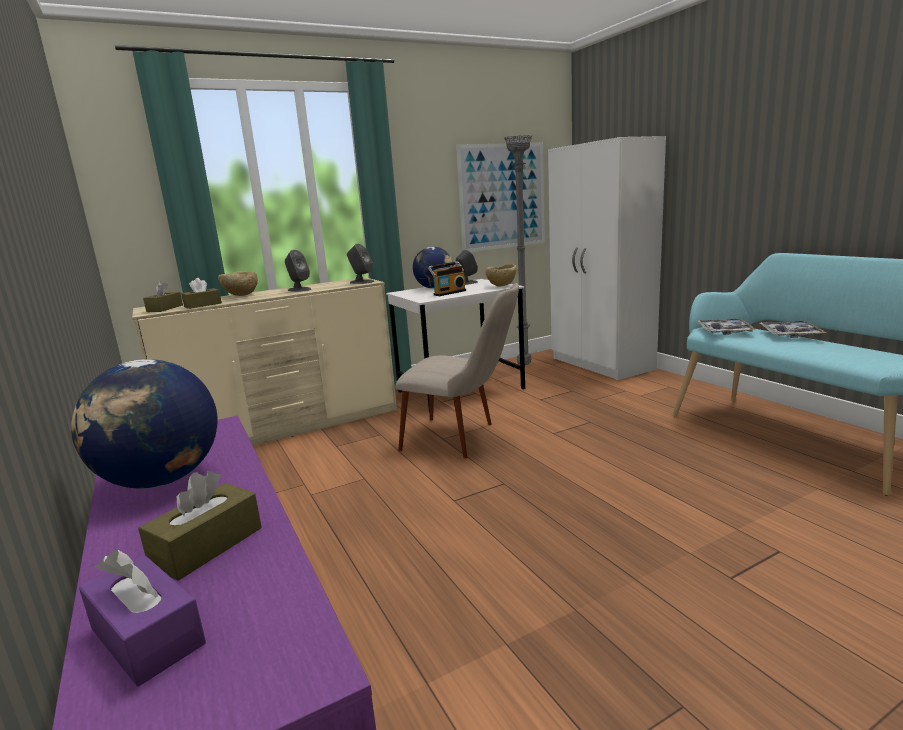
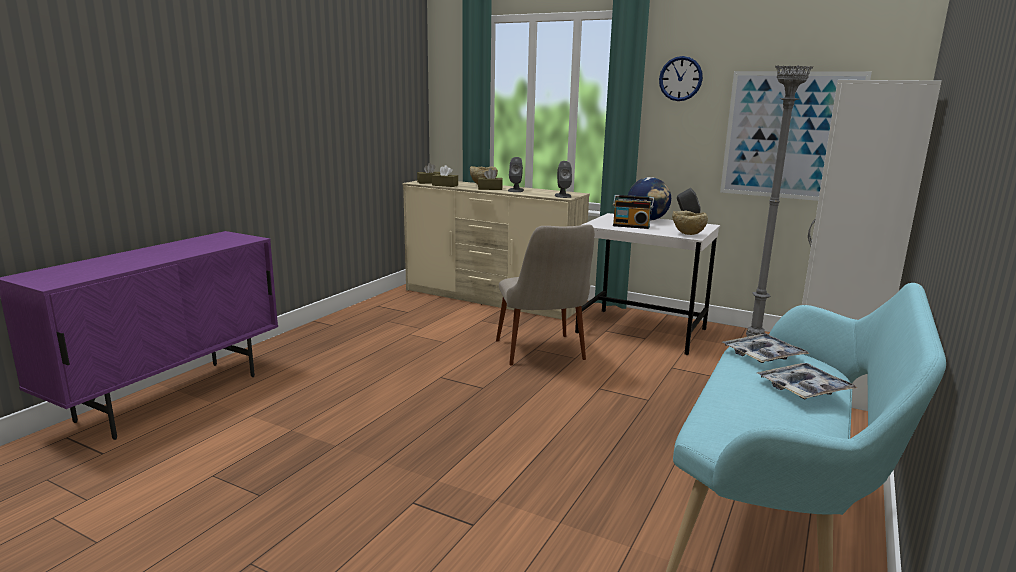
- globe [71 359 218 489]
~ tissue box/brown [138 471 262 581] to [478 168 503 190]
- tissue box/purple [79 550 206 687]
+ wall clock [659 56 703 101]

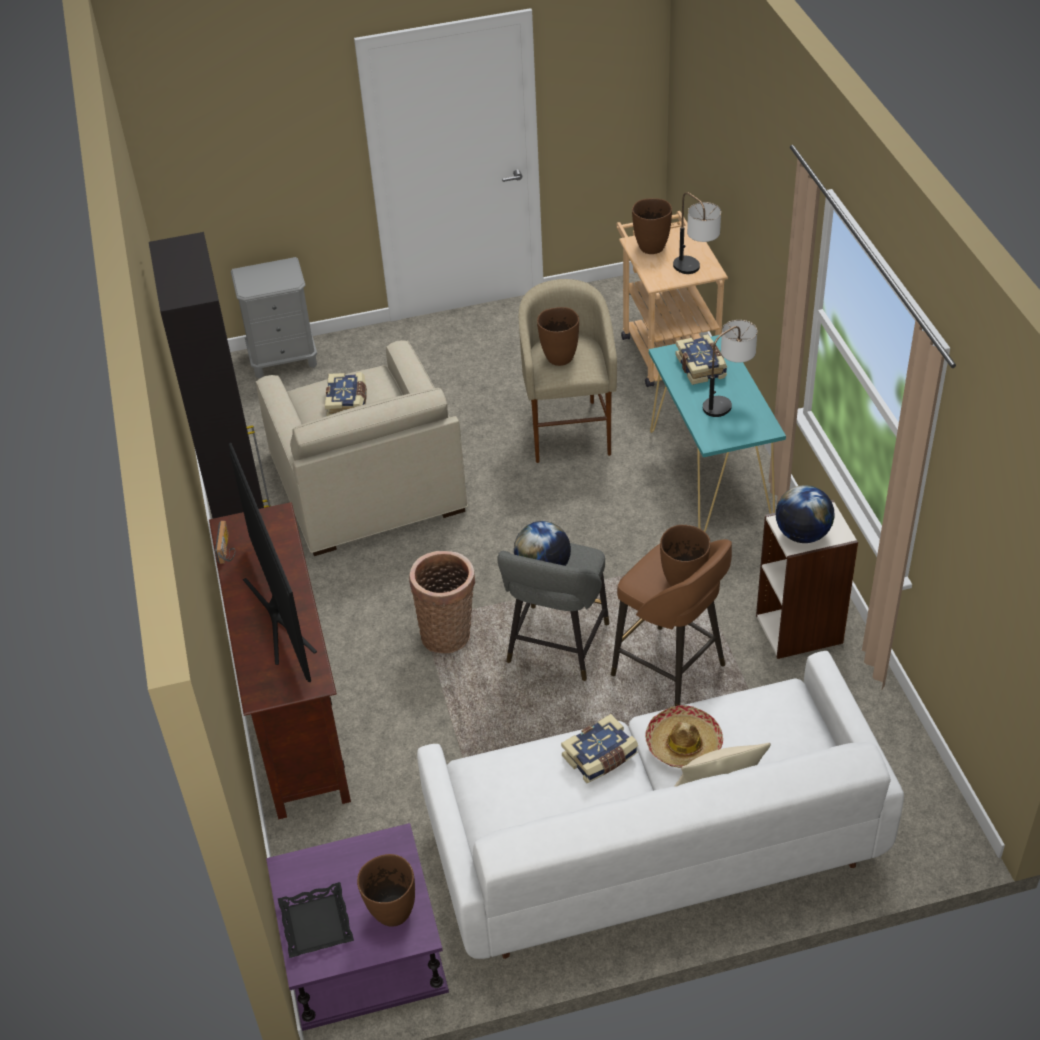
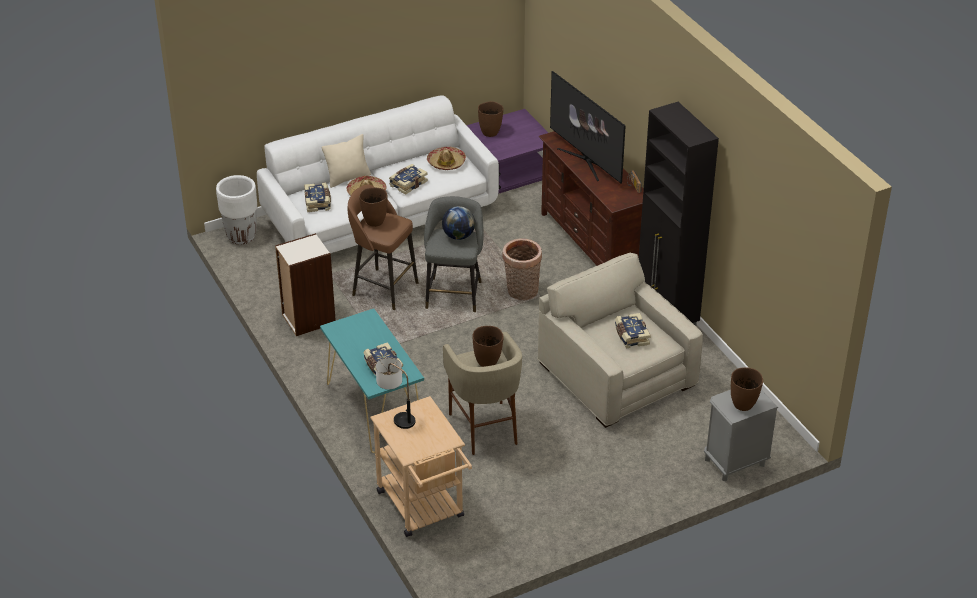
~ vase/brown [632 198 672 254] to [731 367 763 411]
- table lamp [703 320 757 417]
- globe [776 485 834 543]
- tray/black [278 882 354 958]
+ hat [427 147 466 170]
+ planter/white [216 175 257 245]
+ book [304 182 331 212]

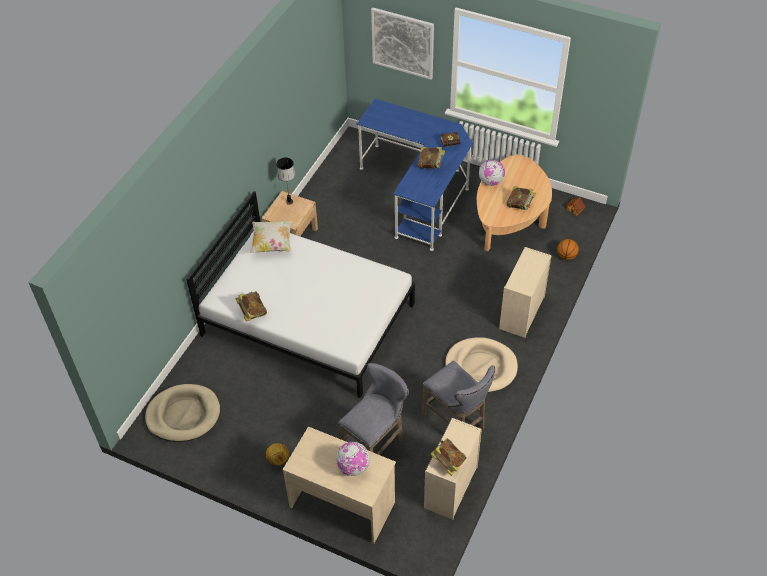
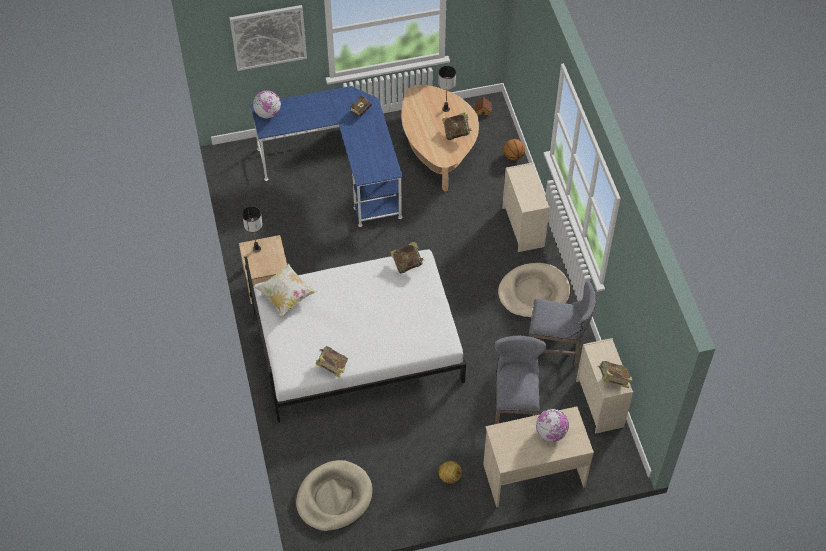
~ book [417 147 445 169] to [390 242 424 274]
~ globe [479 160 505 186] to [253 90 281 119]
+ table lamp [438 66 456 112]

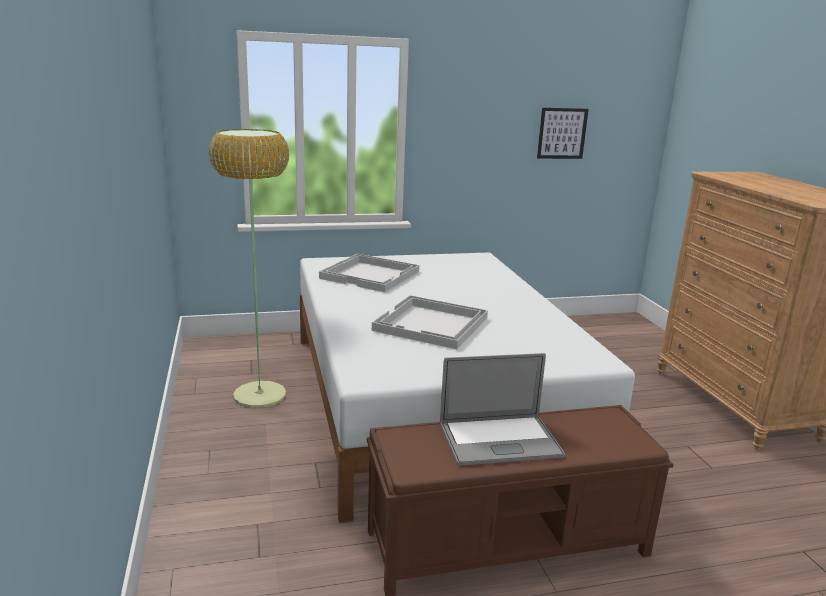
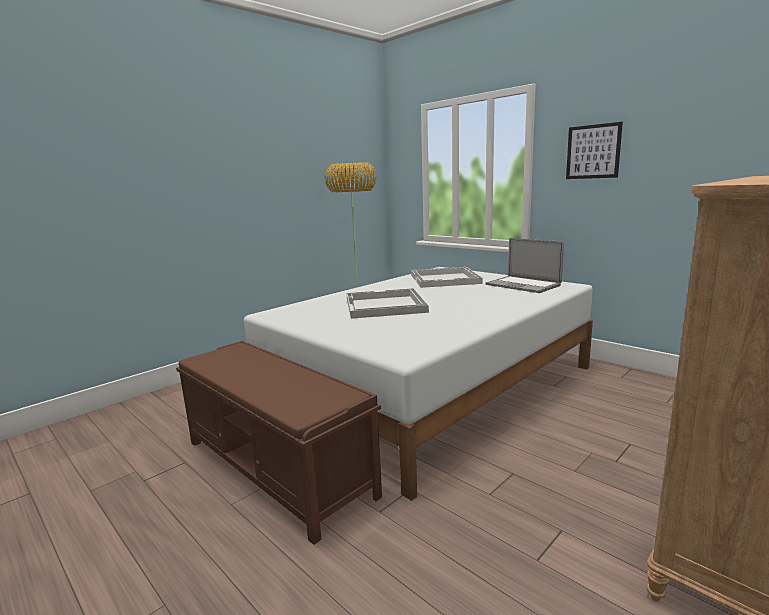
~ picture [537 108 589 159] to [566 122 623 179]
~ laptop [440 353 565 466] to [485 238 564 293]

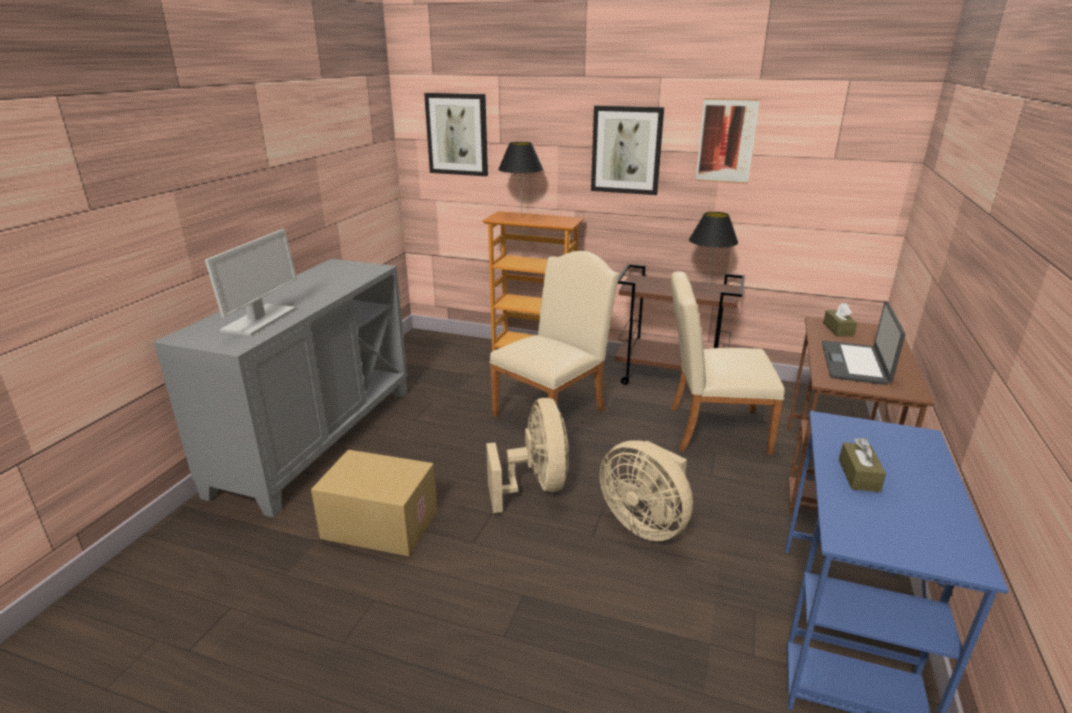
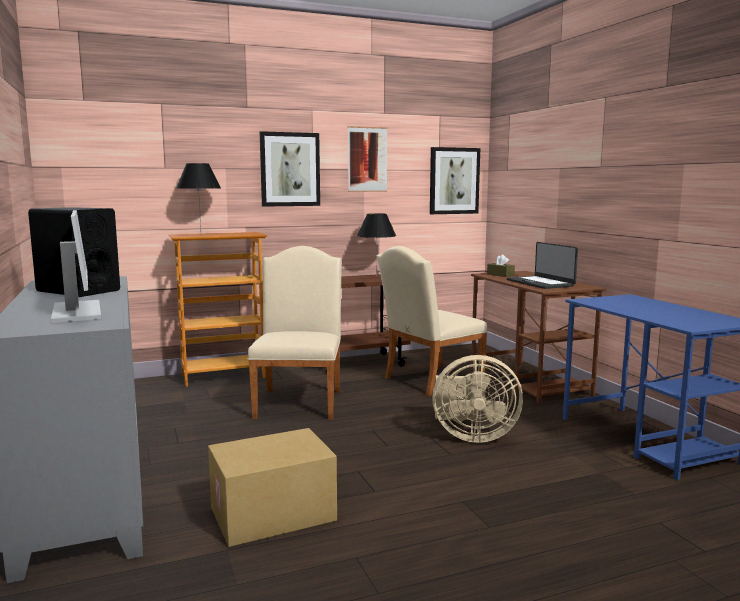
~ picture [424 93 488 176] to [430 147 480 214]
- fan/beige [486 398 569 513]
- tissue box/brown [839 438 886 492]
+ speaker/black [28 207 120 297]

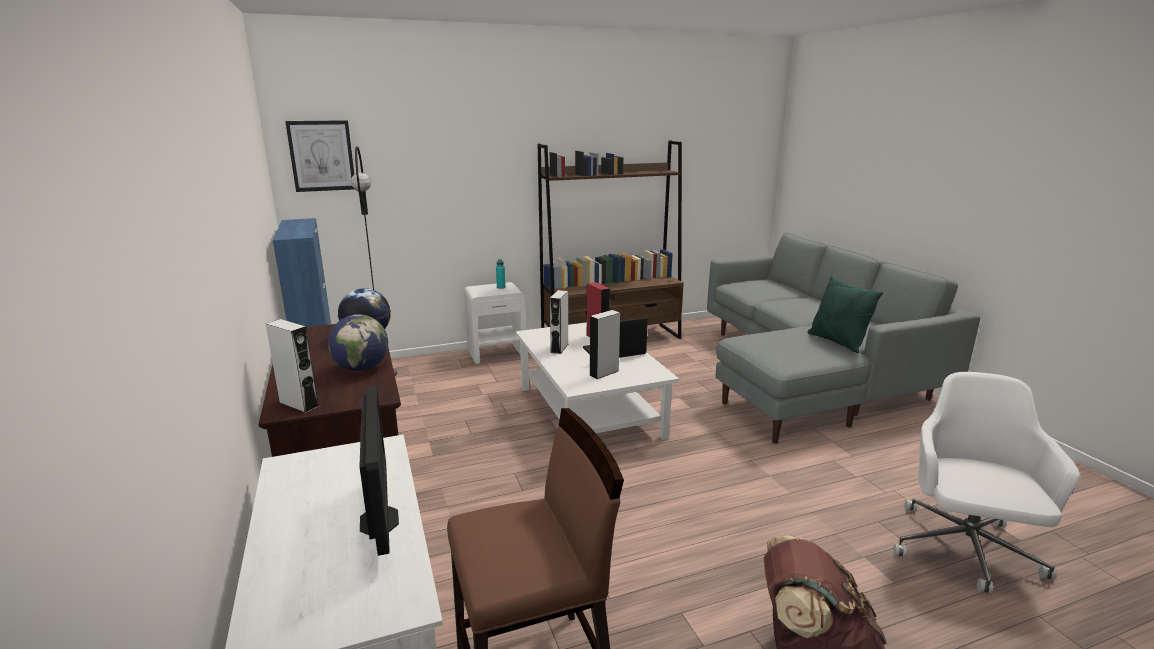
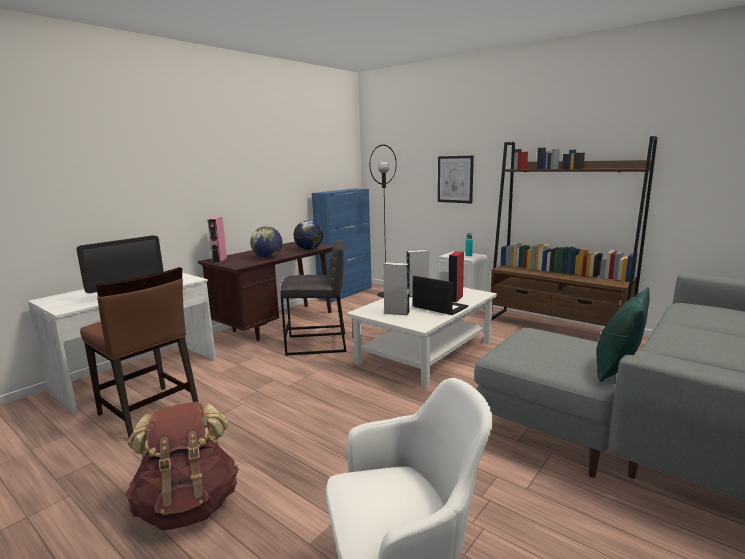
~ picture [285 120 354 192] to [438 156 474 204]
~ speaker/grey [266 319 320 413] to speaker/pink [207 217 227 263]
+ stool/grey [280 240 347 356]

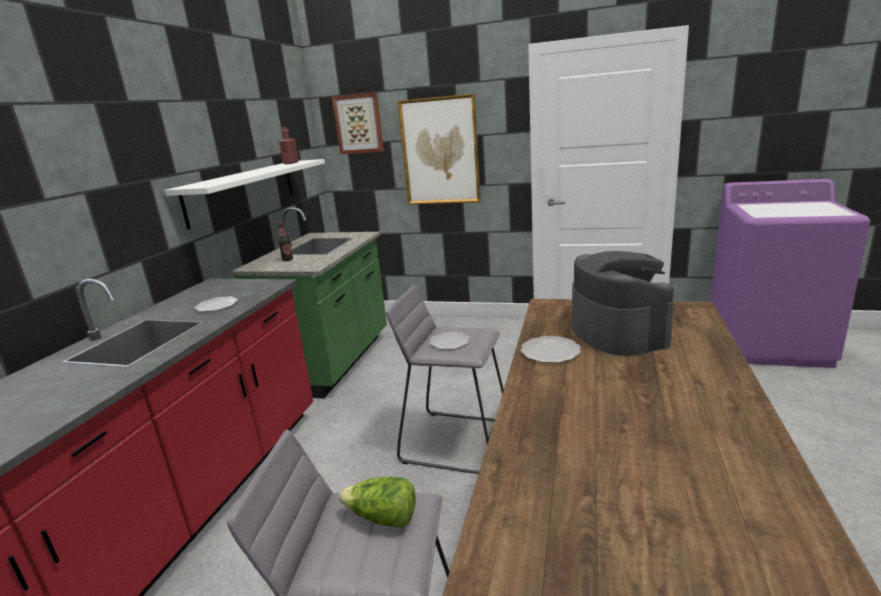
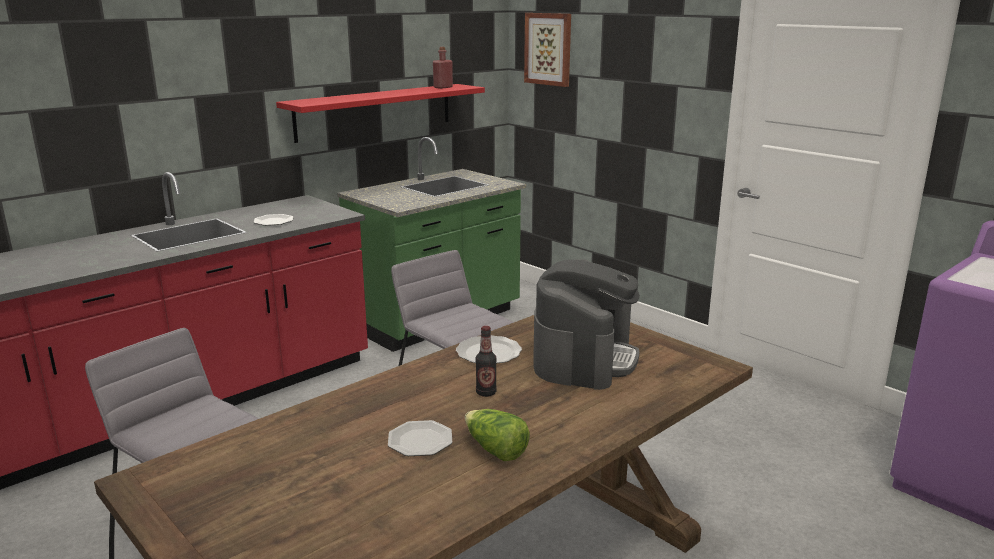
- picture [397 94 481 205]
~ shelf/white [165 159 325 229] to shelf/red [276 84 485 143]
~ bottle [278 222 293 261] to [476 326 497 397]
~ plate [430 332 470 350] to [388 420 452 456]
~ lettuce [339 477 416 528] to [465 409 530 461]

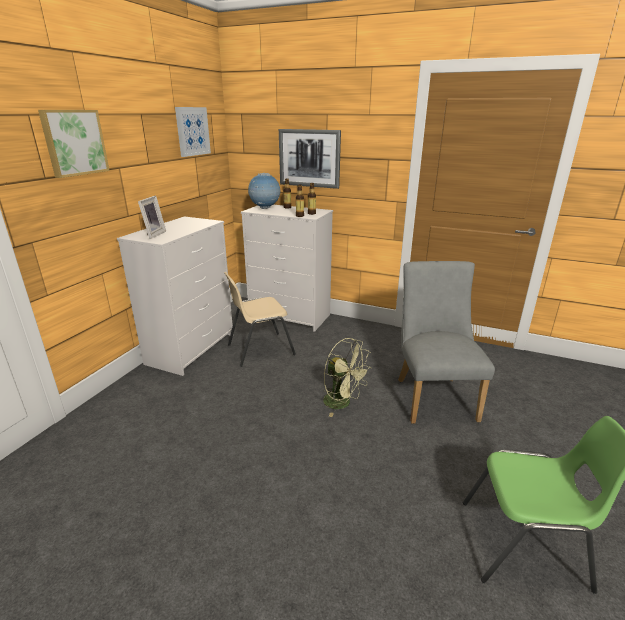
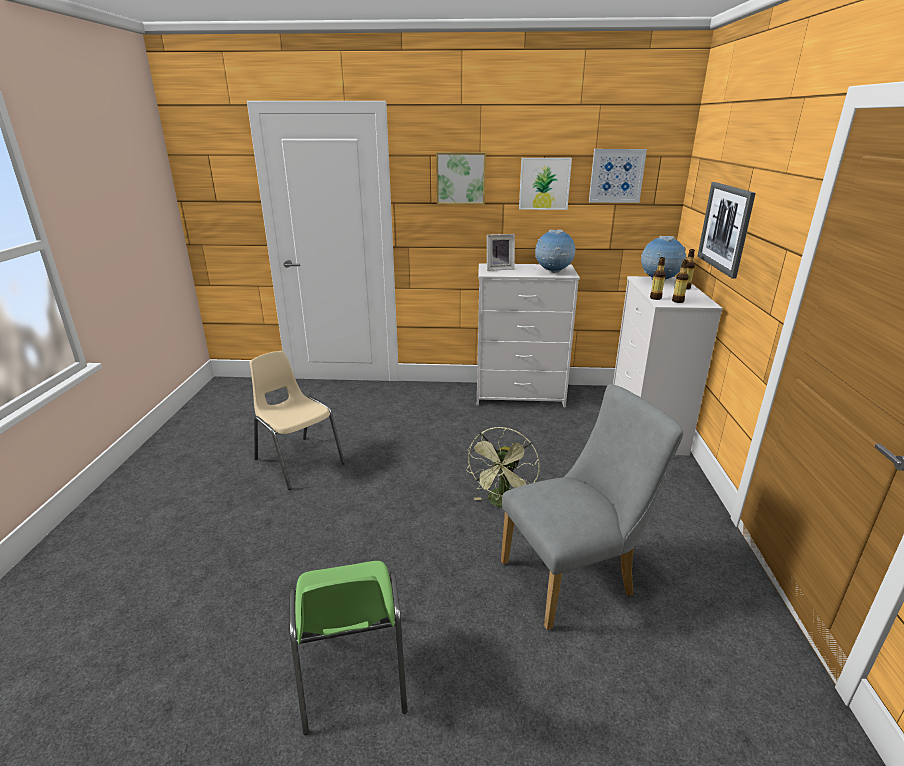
~ chair/beige [224 272 296 367] to [250 351 345 490]
+ picture [519 158 572 210]
+ globe [535 229 576 273]

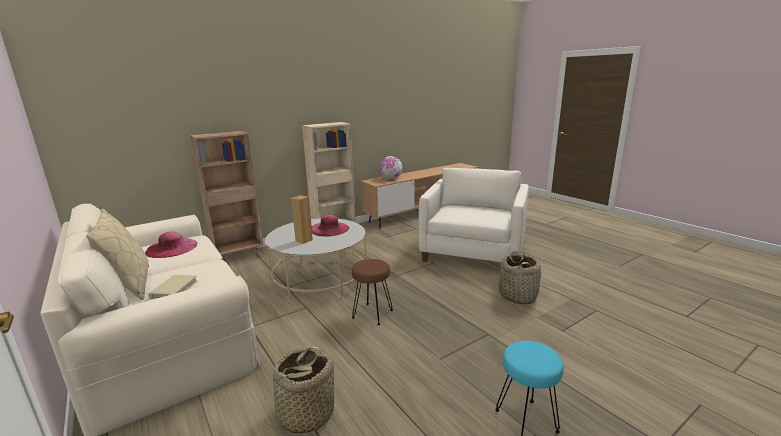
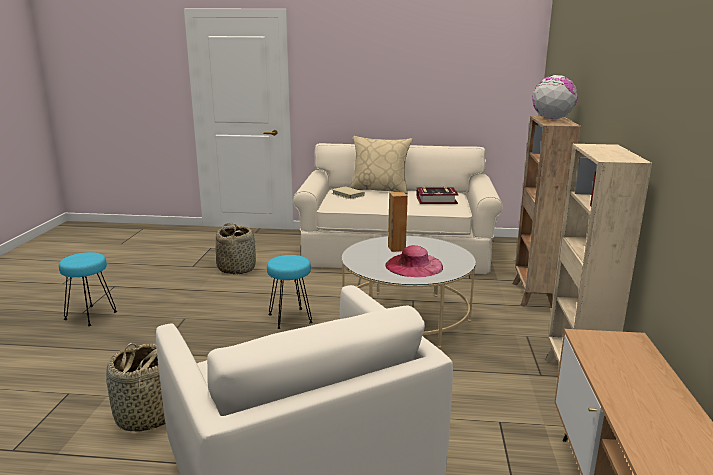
~ globe [379 156 403 180] to [532 75 578 119]
~ hat/pink [145 232 197 258] to book [416 186 458 204]
~ stool/brown [352 259 393 325] to stool/turquoise [267 255 313 329]

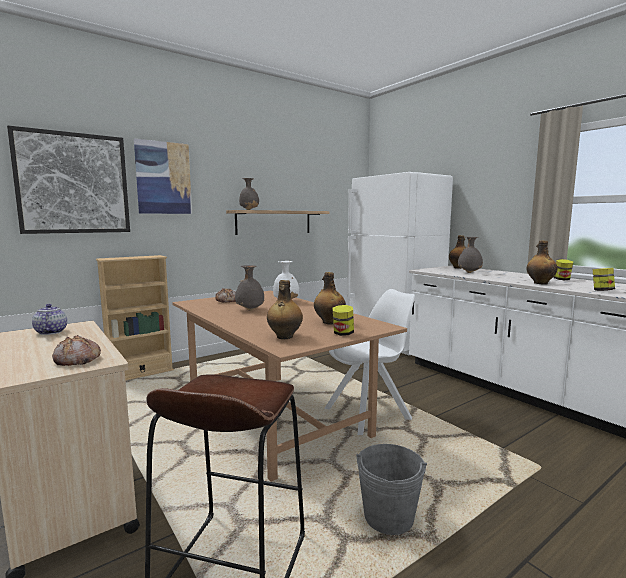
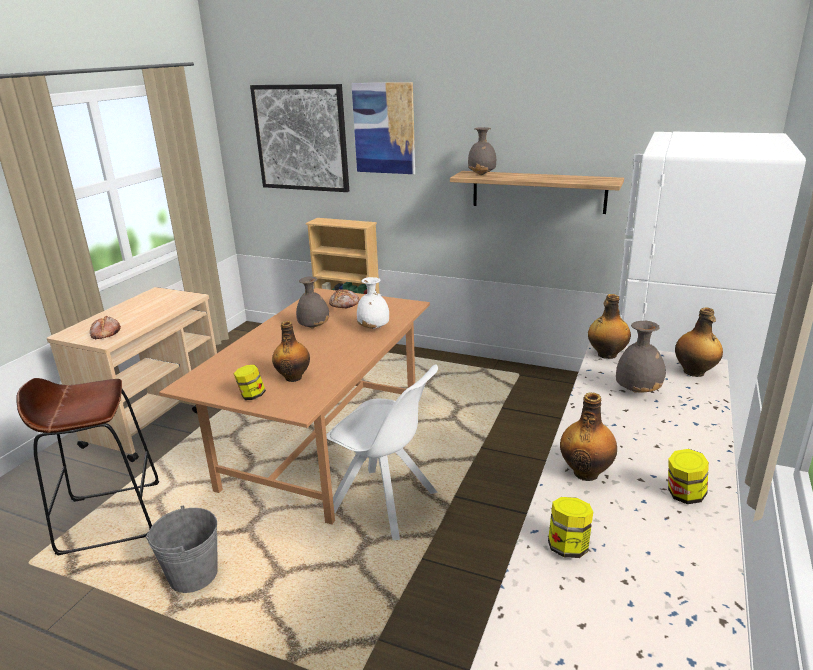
~ bottle [267 280 303 339] to [588 294 631 359]
- teapot [32 304 67 335]

